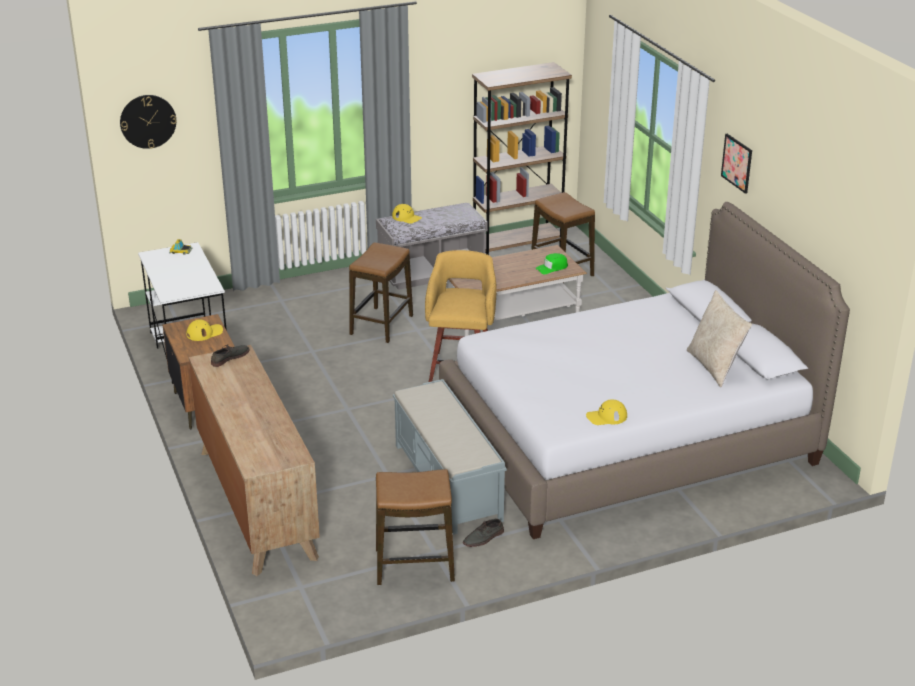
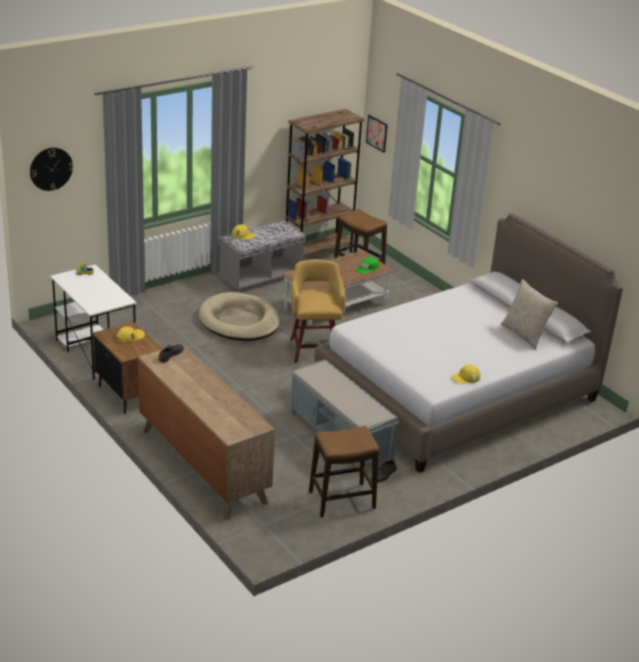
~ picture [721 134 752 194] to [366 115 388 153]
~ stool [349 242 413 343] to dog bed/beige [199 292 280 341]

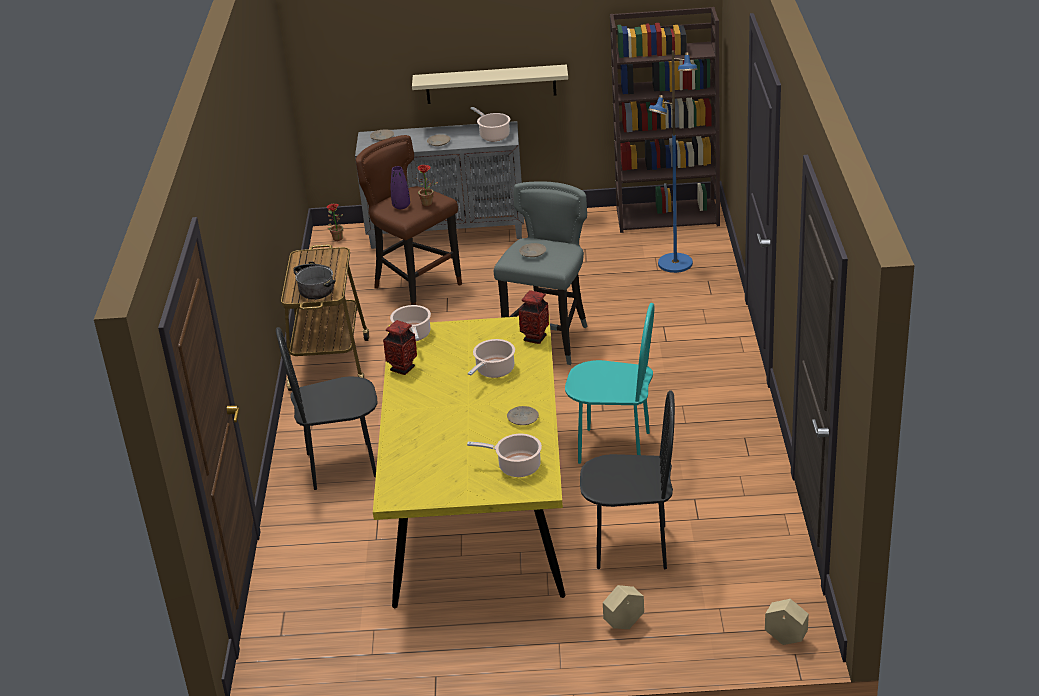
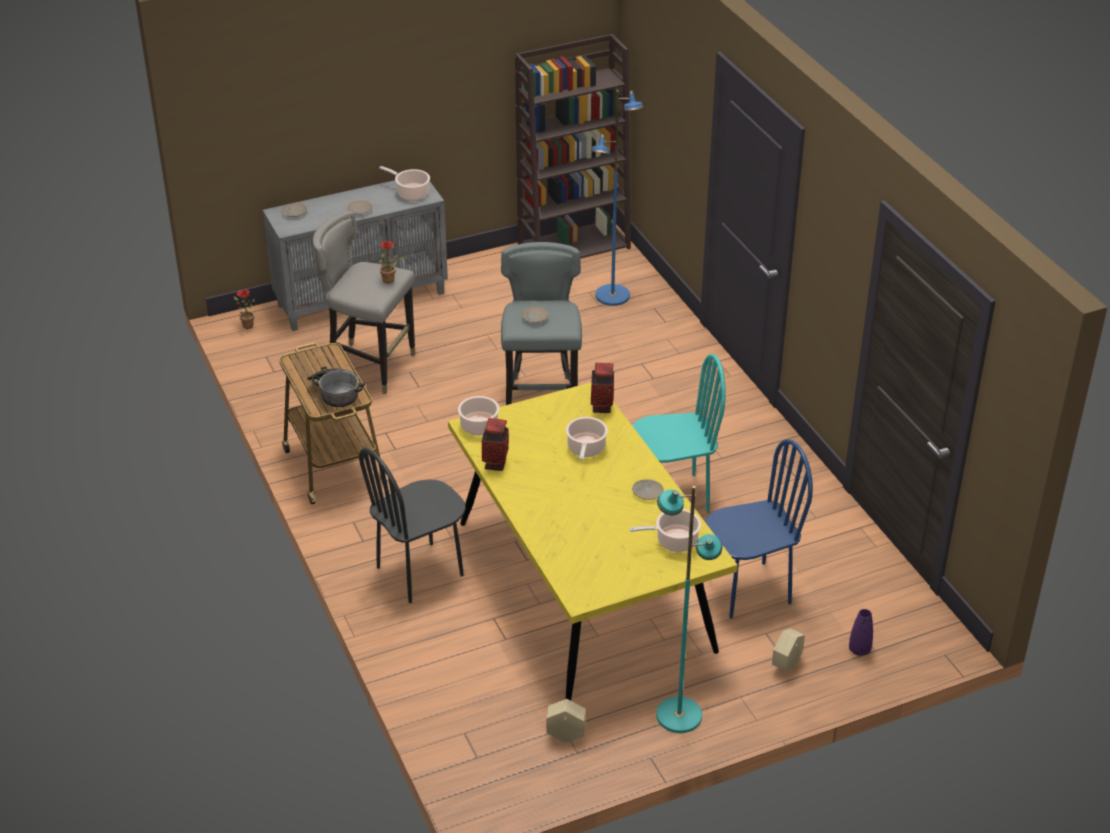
- shelf/beige [412 64 568 104]
~ stool/brown [356 135 462 305] to stool/grey [313 211 415 394]
~ vase/purple [391 166 410 209] to [849 609 873 656]
~ chair/black [580 390 675 569] to chair/blue [705 439 813 618]
~ planter/beige [765 599 809 645] to [546 699 586 743]
+ floor lamp/turquoise [656 486 722 733]

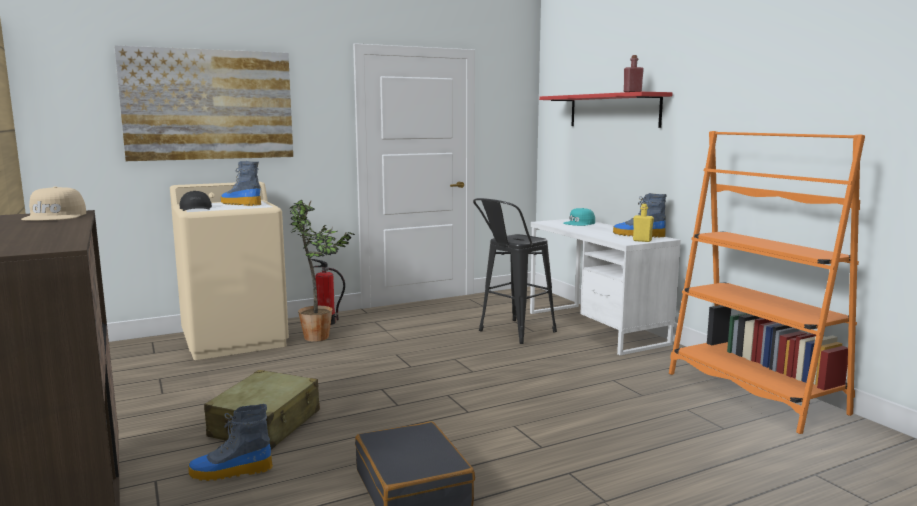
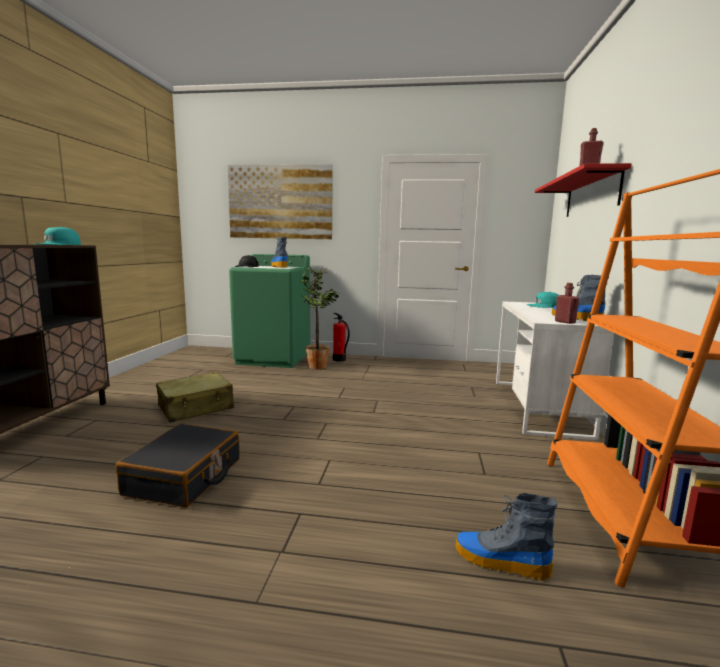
~ washing machine/beige [170 182 289 360] to washing machine/green [229 254 310 368]
~ cap/beige [21 186 86 221] to cap/turquoise [33 227 81 245]
- stool/black [473 198 557 344]
~ bottle/yellow [633 204 654 242] to bottle/red [555 283 580 324]
~ boot [188 404 273 481] to [455 493 557 580]

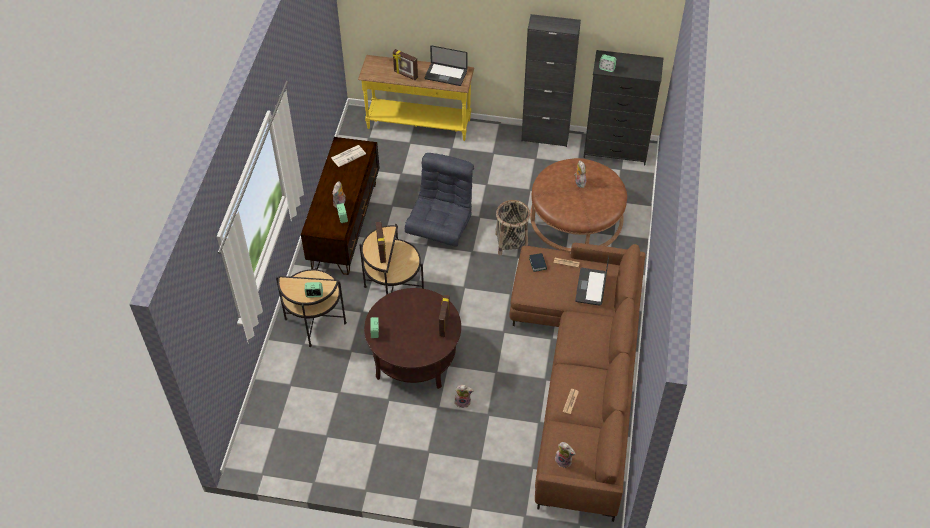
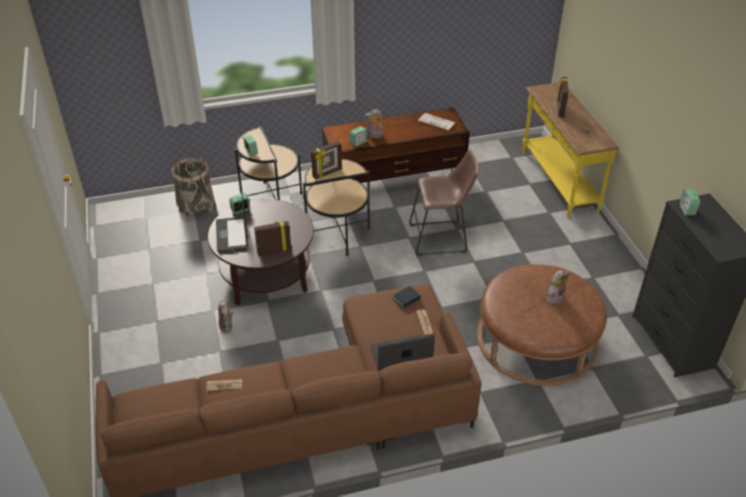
- cabinet/black [521 14 581 147]
~ laptop [425 45 468 86] to [216 195 248 252]
~ armchair/grey [405 153 474 247] to stool/brown [409 149 479 256]
~ basket [495 200 530 256] to [171 157 217 222]
- plush toy [555 442 576 468]

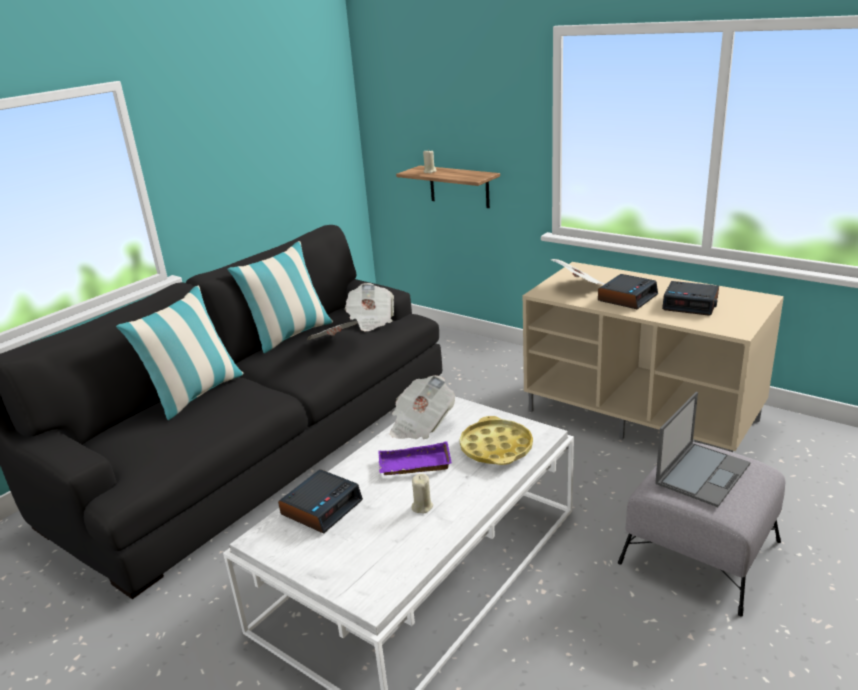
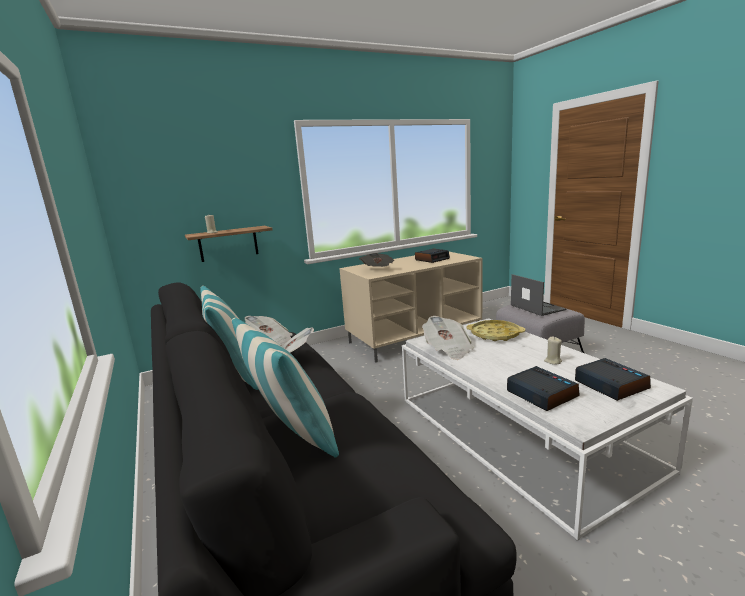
~ alarm clock [598 274 658 309] to [575 358 651 401]
- tray/purple [378 442 452 475]

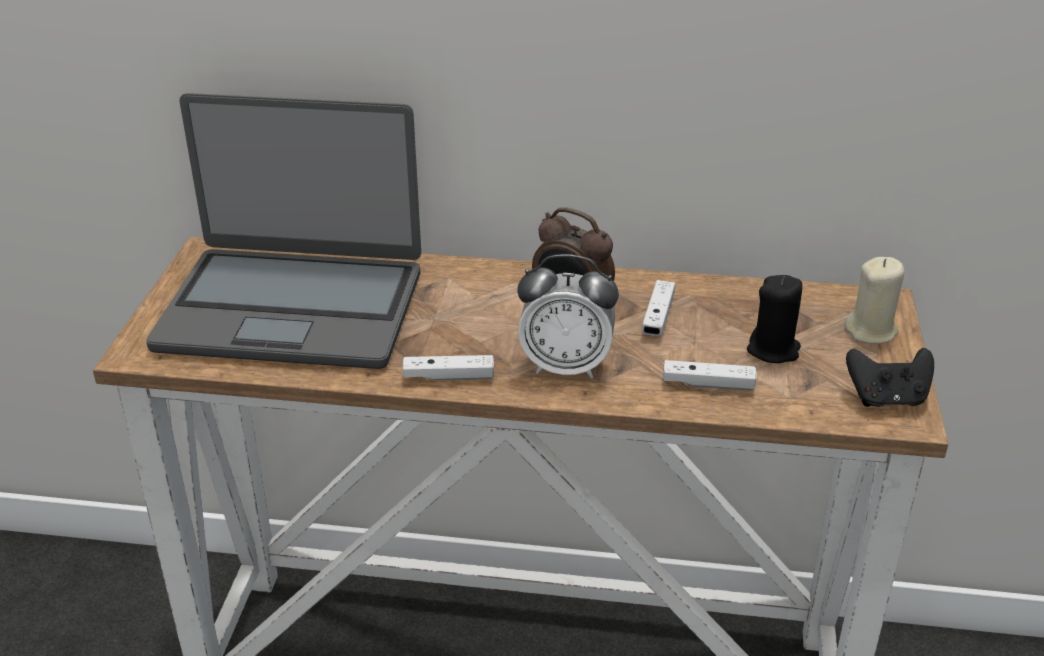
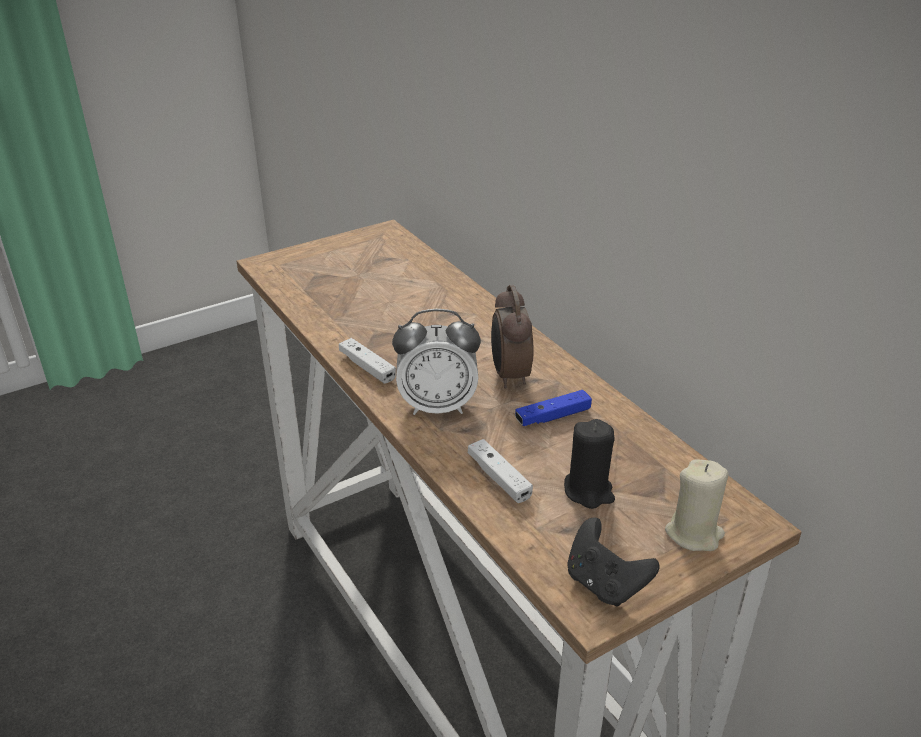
- laptop [146 93 421 369]
~ alarm clock [517 254 619 379] = [392 309 481 415] 60 degrees counterclockwise
~ game controller/white [641 280 675 336] to game controller/blue [515 390 592 426]

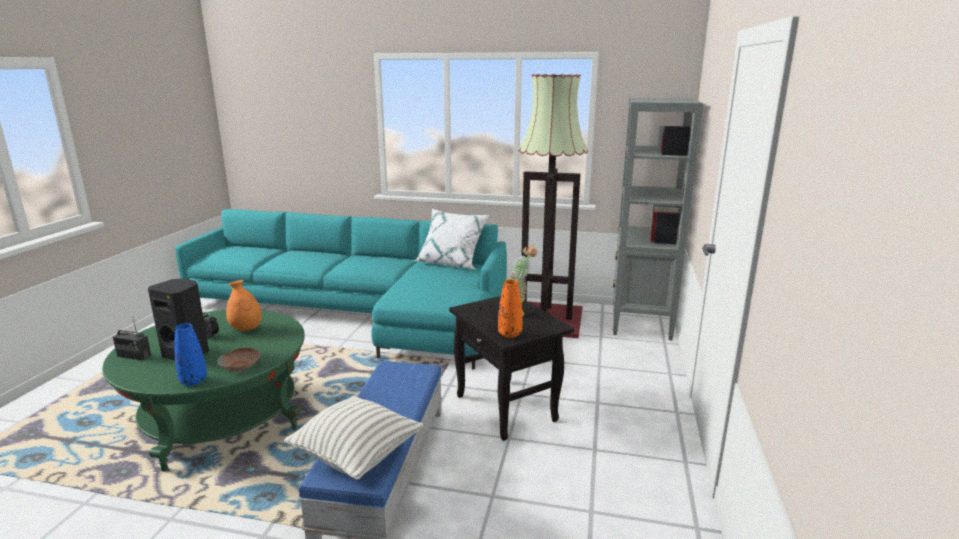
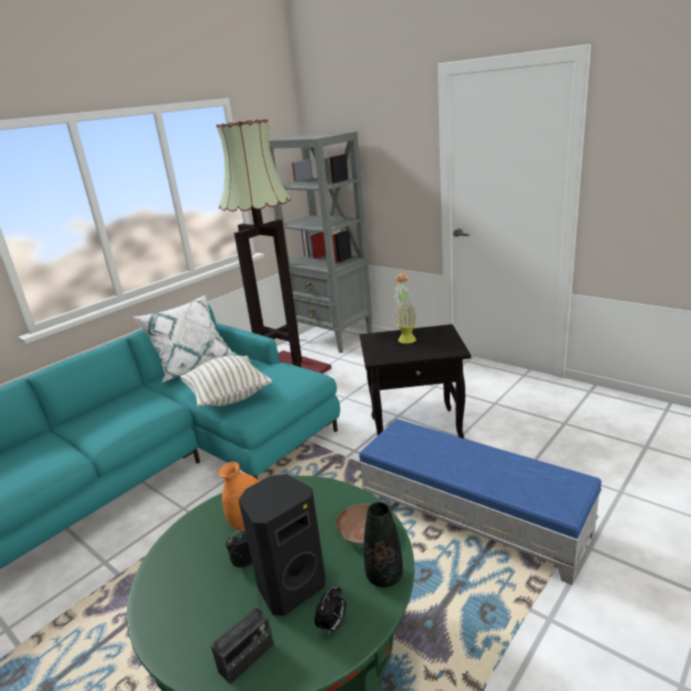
- vase/orange [498 280 523 338]
~ vase/blue [175 323 207 386] to vase/black [364 502 403 587]
~ pillow [284 395 423 480] to [180 355 272 407]
+ alarm clock [315 586 346 635]

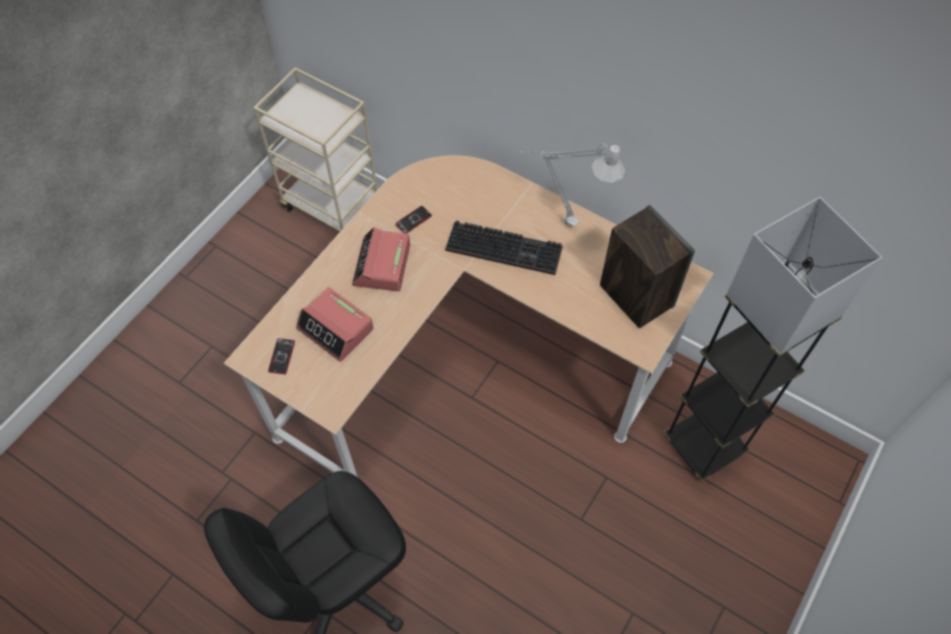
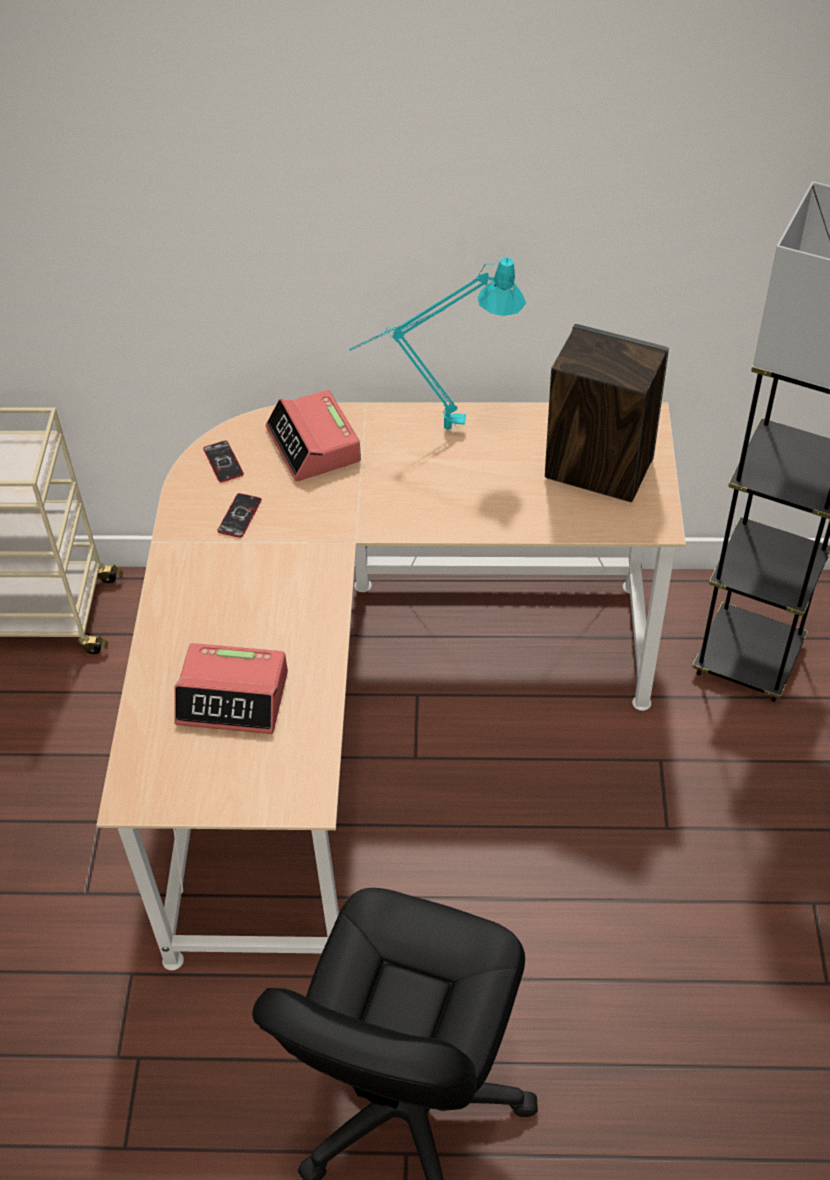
~ table lamp/grey [519 144 625 229] to table lamp/turquoise [349 257 526 430]
- keyboard [445 220 563 275]
~ alarm clock [352 227 410 291] to [266 390 361 481]
~ phone [268 338 295 374] to [203 440 244 482]

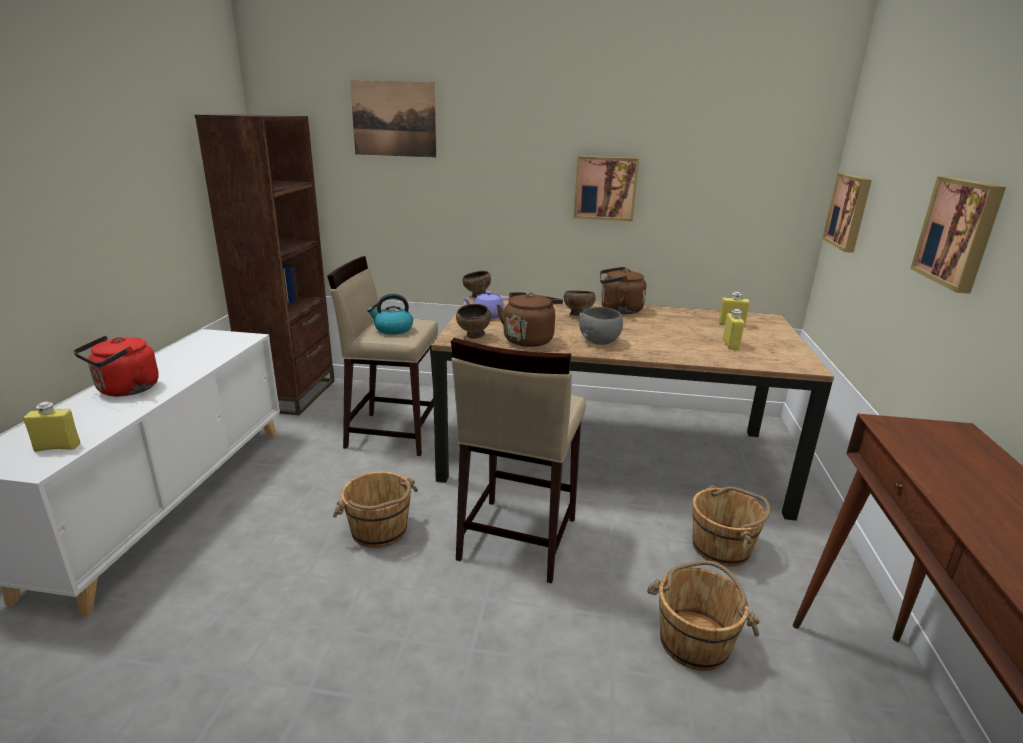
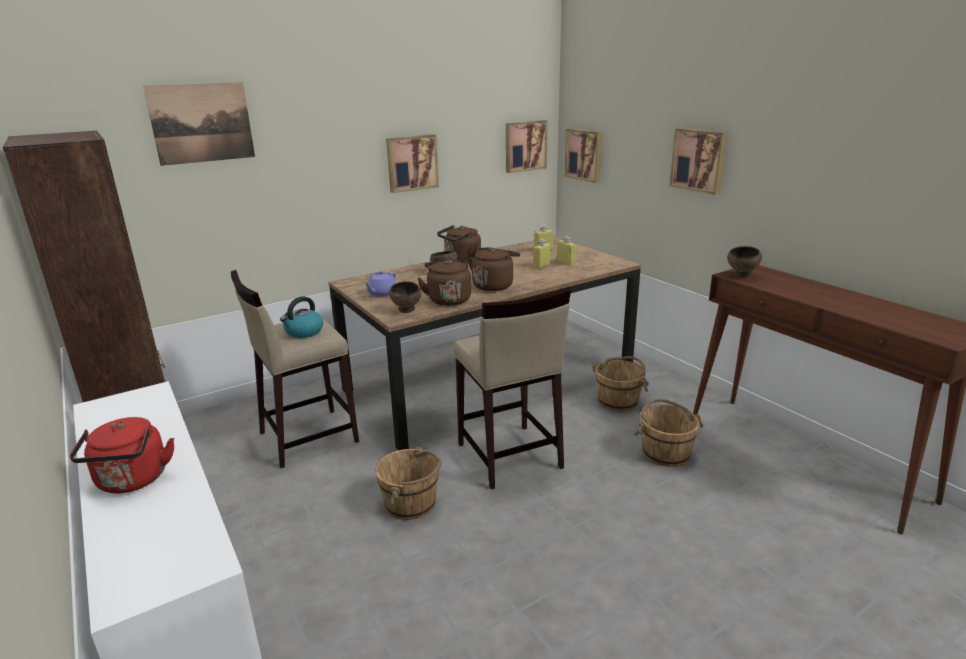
~ bowl/brown [462 271 491 298] to [727 246 762 278]
~ bowl/grey [579 307 623 345] to kettle/brown [468 247 520 291]
~ bottle/yellow [23 402 80 452] to [533 239 551 269]
+ picture [506 120 548 173]

